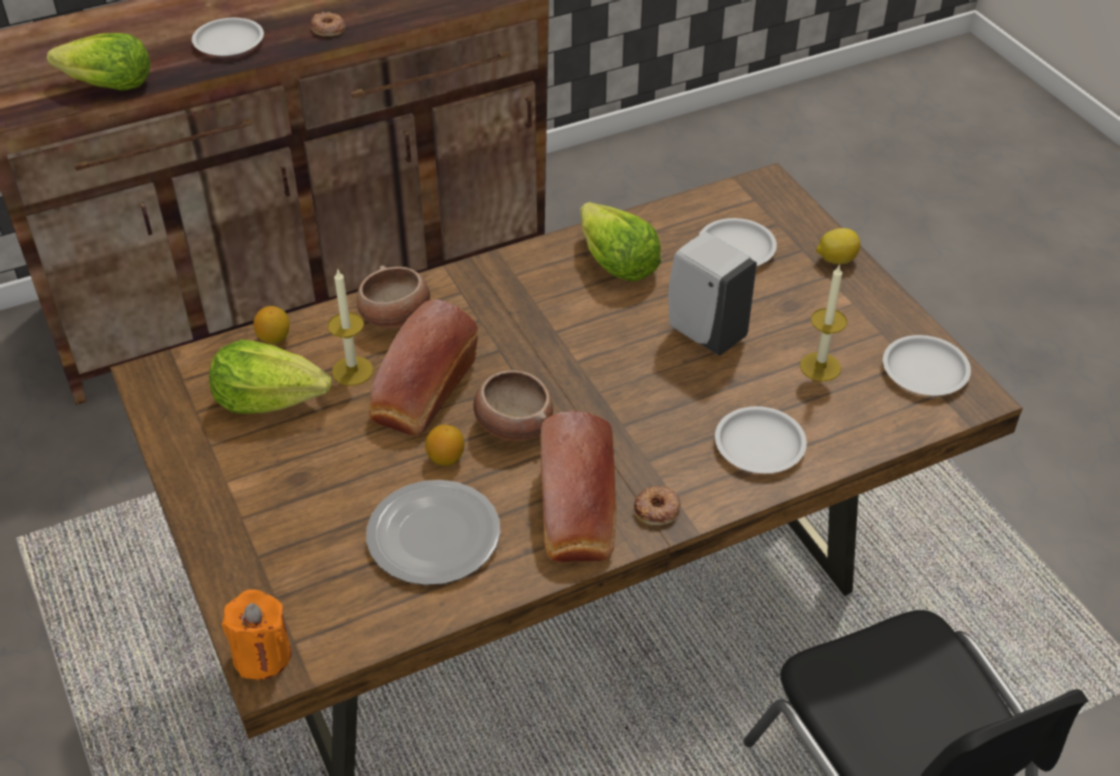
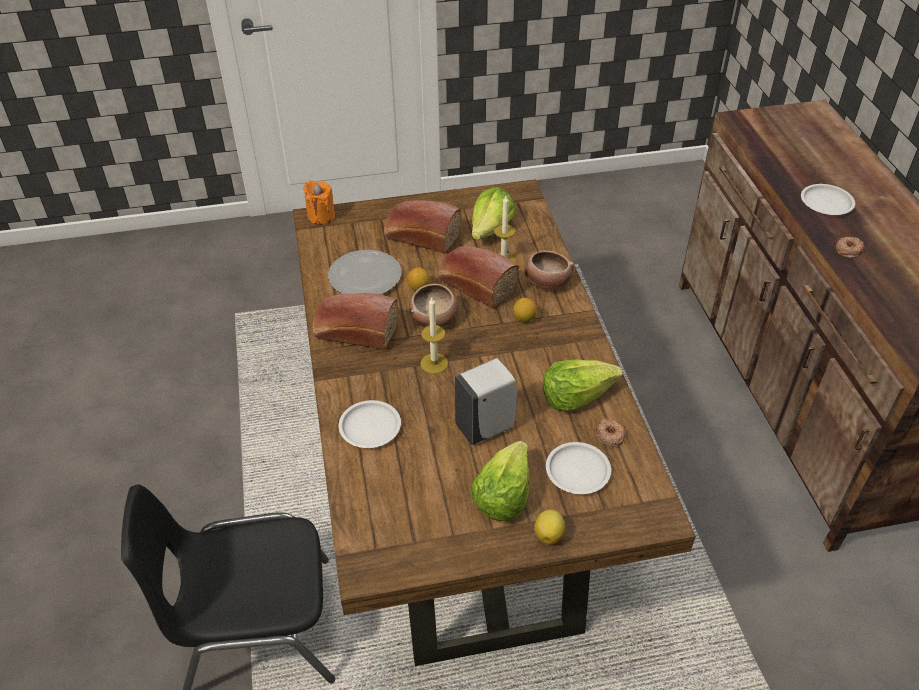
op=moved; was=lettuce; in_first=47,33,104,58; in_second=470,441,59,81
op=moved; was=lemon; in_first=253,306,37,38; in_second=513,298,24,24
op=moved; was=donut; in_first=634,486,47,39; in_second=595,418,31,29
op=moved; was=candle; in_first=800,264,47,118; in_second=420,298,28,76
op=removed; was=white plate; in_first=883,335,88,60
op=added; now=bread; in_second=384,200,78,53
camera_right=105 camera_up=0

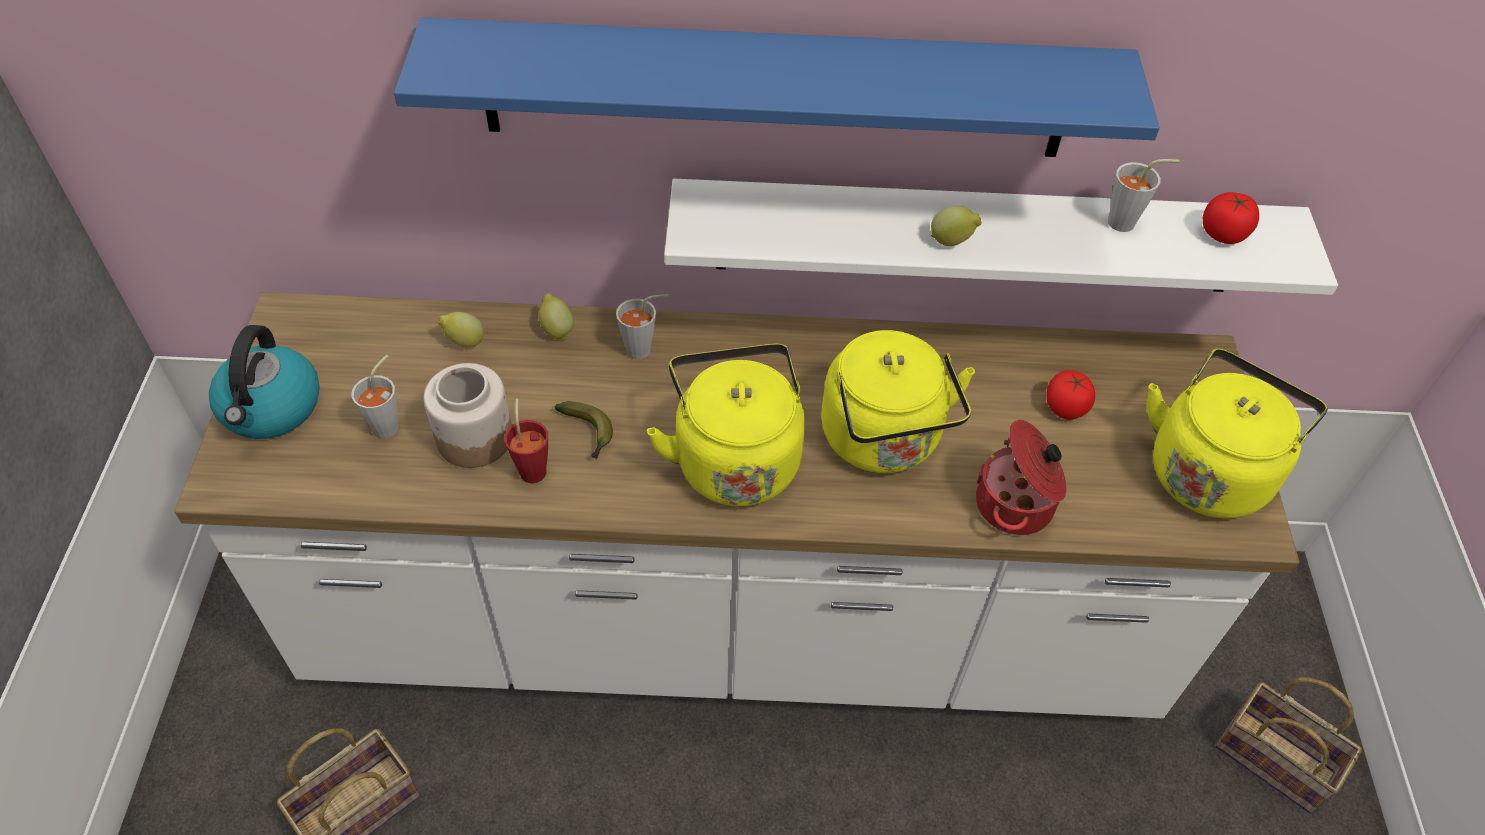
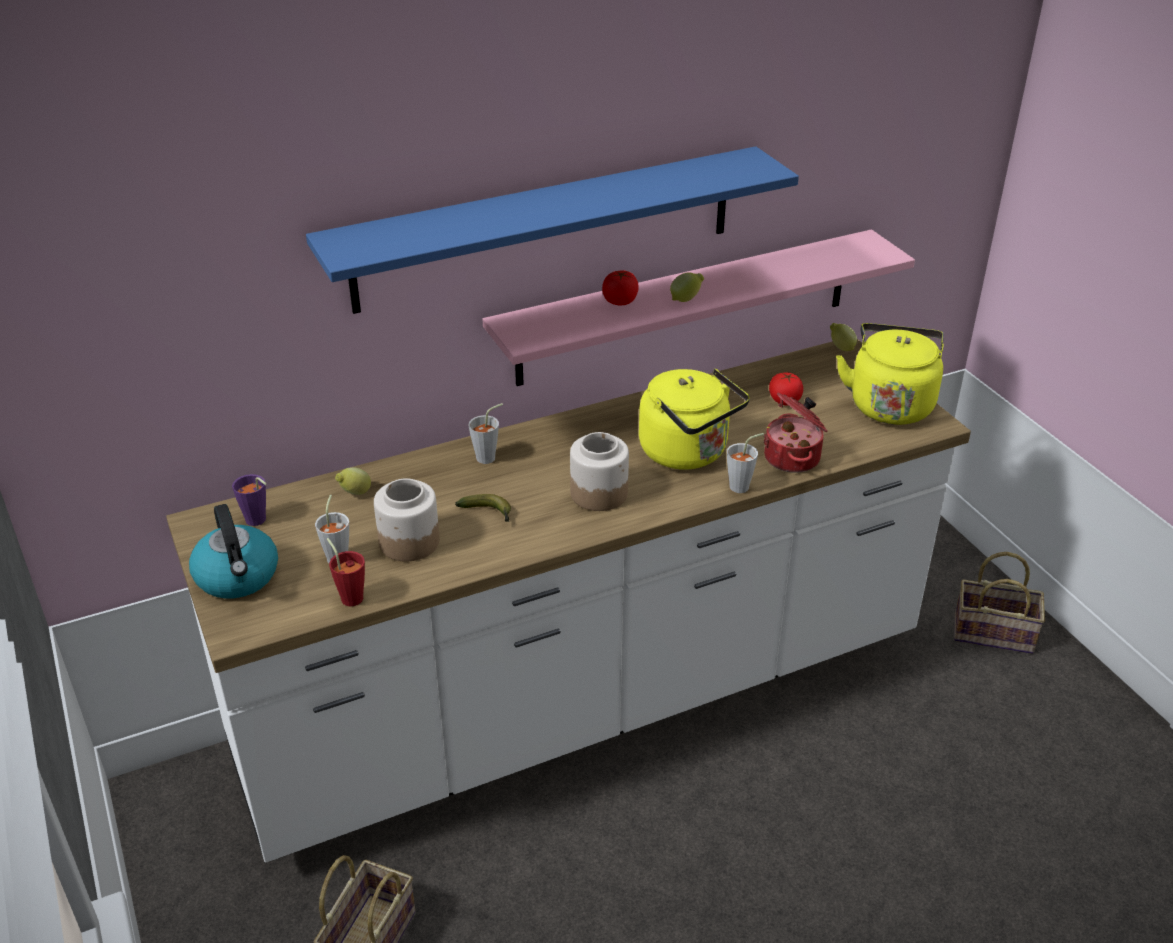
op=moved; was=red cup; in_first=505,398,43,85; in_second=327,538,38,68
op=moved; was=lemon; in_first=538,293,36,46; in_second=830,323,27,28
op=replaced; was=yellow kettle; now=jar; in_first=647,344,158,162; in_second=570,432,59,79
op=recoloured; was=white shelf; now=pink shelf; in_first=664,179,674,116; in_second=482,230,433,156
op=moved; was=grey cup; in_first=1108,159,71,73; in_second=727,433,37,60
op=moved; was=tomato; in_first=1203,192,56,52; in_second=602,270,37,35
op=added; now=purple cup; in_second=232,474,34,52
camera_right=-25 camera_up=-15

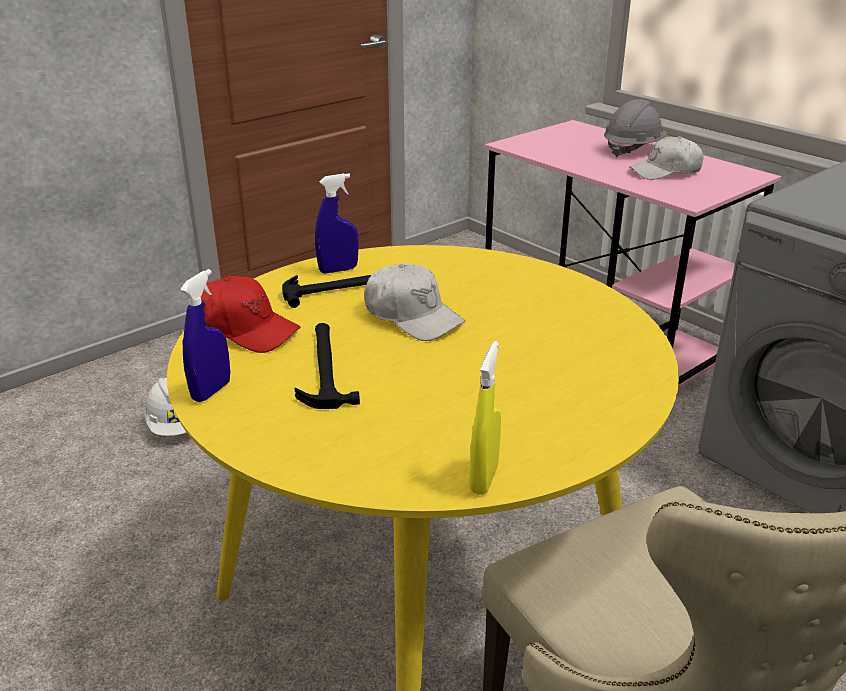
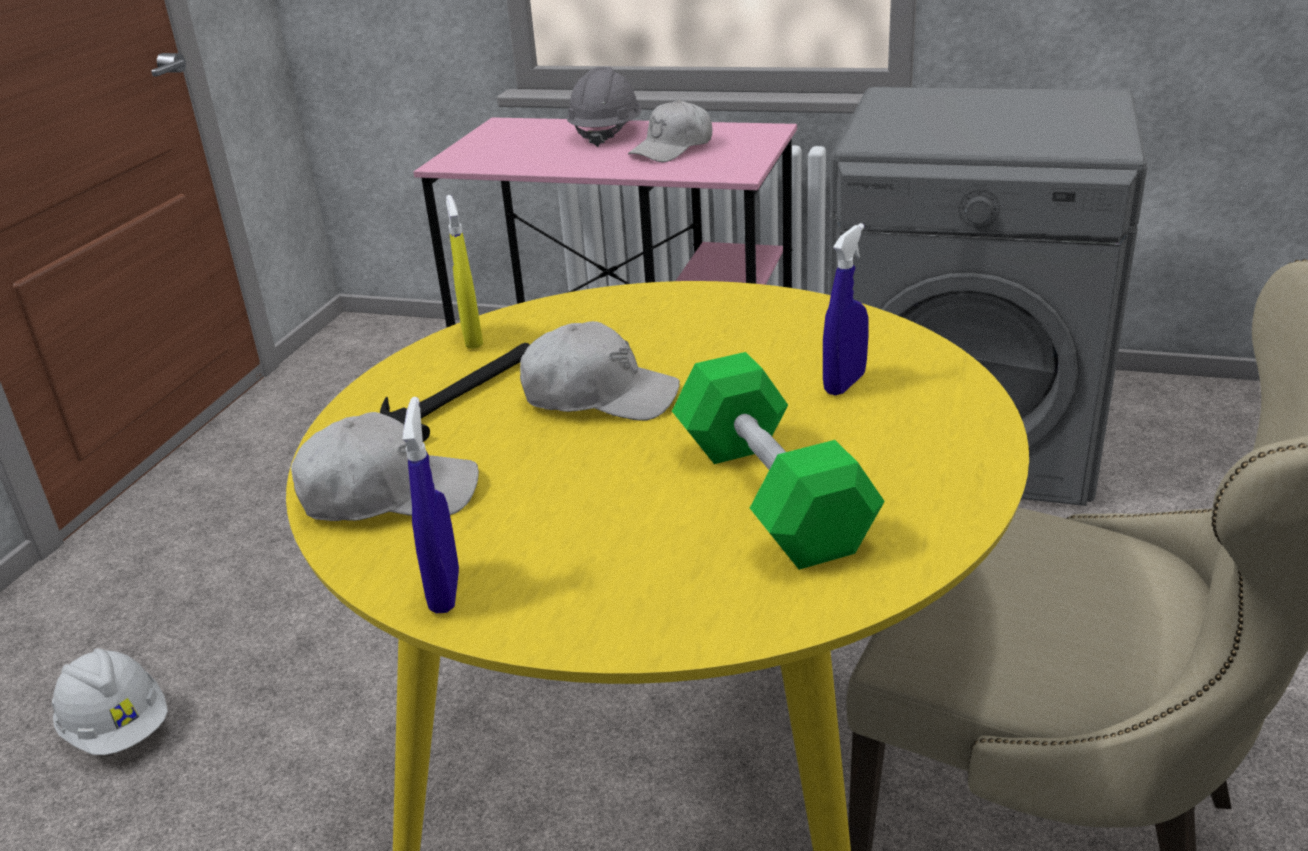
op=recoloured; was=red cap; now=white cap; in_first=201,276,100,77; in_second=291,412,188,109
op=removed; was=hammer; in_first=294,323,66,86
op=moved; was=blue spray bottle; in_first=315,173,43,101; in_second=823,223,46,173
op=moved; was=yellow spray bottle; in_first=469,341,32,154; in_second=446,195,37,154
op=added; now=green dumbbell; in_second=672,352,213,218
camera_right=-30 camera_up=0

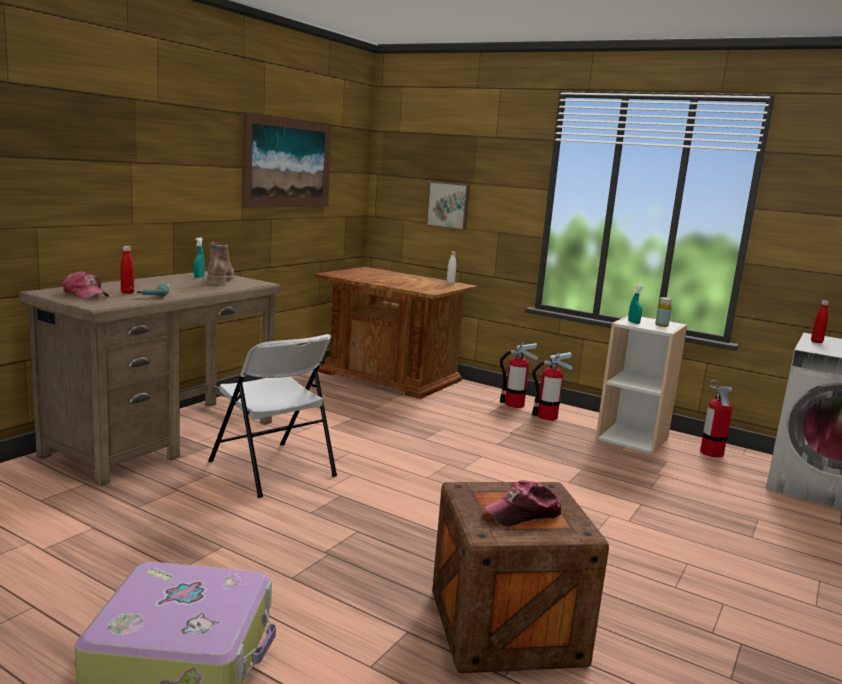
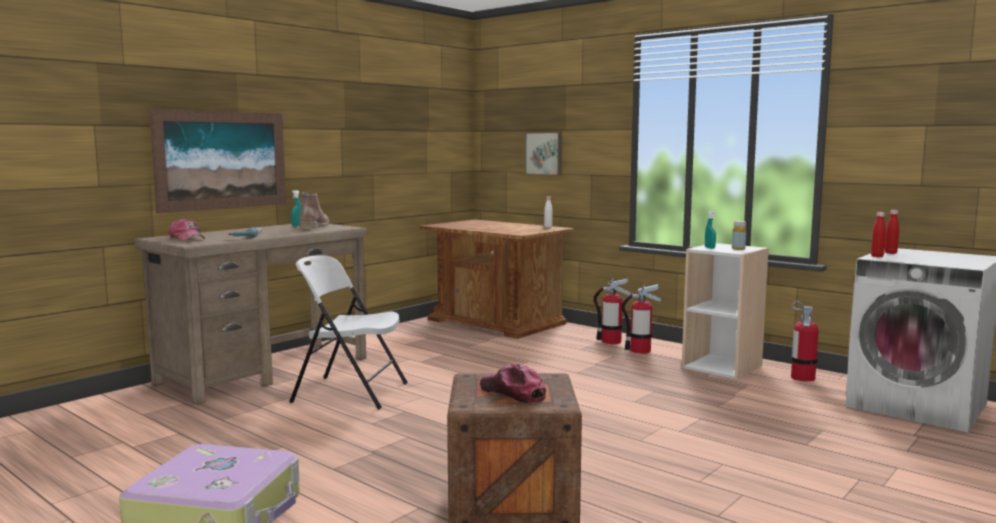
op=moved; was=red bottle; in_first=120,246,14,48; in_second=871,212,15,45
op=turned; was=white chair; in_first=208,334,129,164; in_second=290,255,118,155; clockwise=135
op=moved; was=picture; in_first=241,112,91,96; in_second=149,109,137,104
op=turned; was=cap; in_first=483,480,79,46; in_second=480,364,66,40; clockwise=60
camera_right=10 camera_up=-5

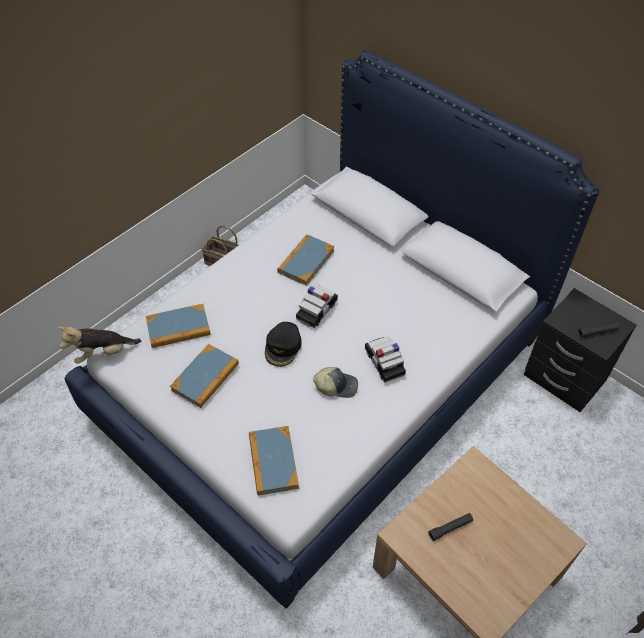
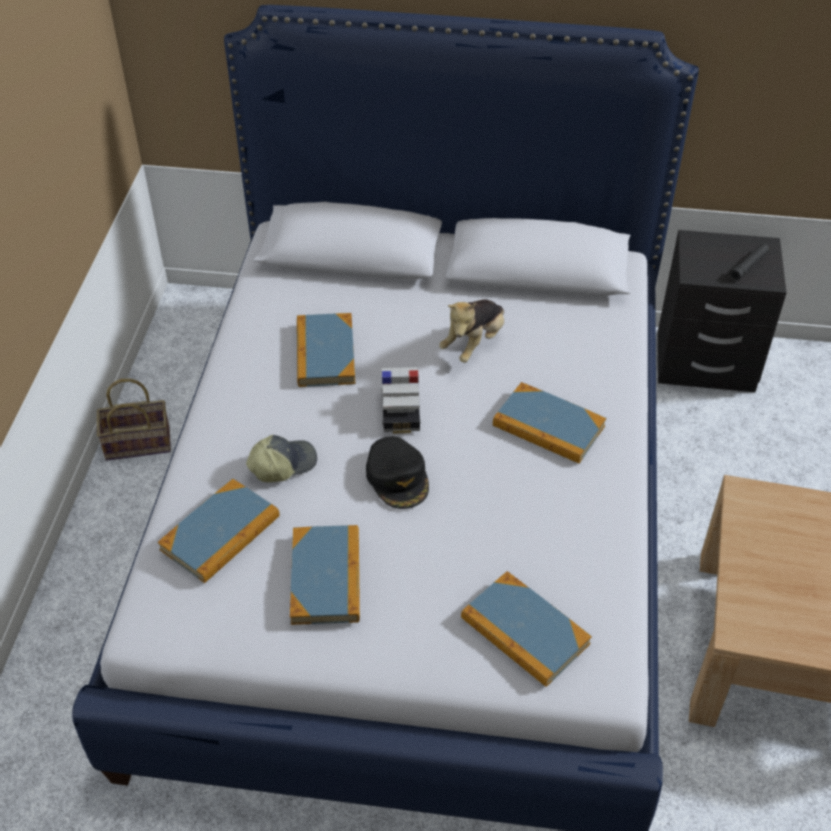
op=moved; was=plush toy; in_first=58,326,83,38; in_second=439,299,65,64
op=moved; was=cap; in_first=313,367,45,31; in_second=246,435,71,47
op=replaced; was=toy car; now=book; in_first=365,335,41,48; in_second=493,382,113,82
op=removed; was=black flashlight; in_first=428,513,45,28
camera_right=-35 camera_up=-5

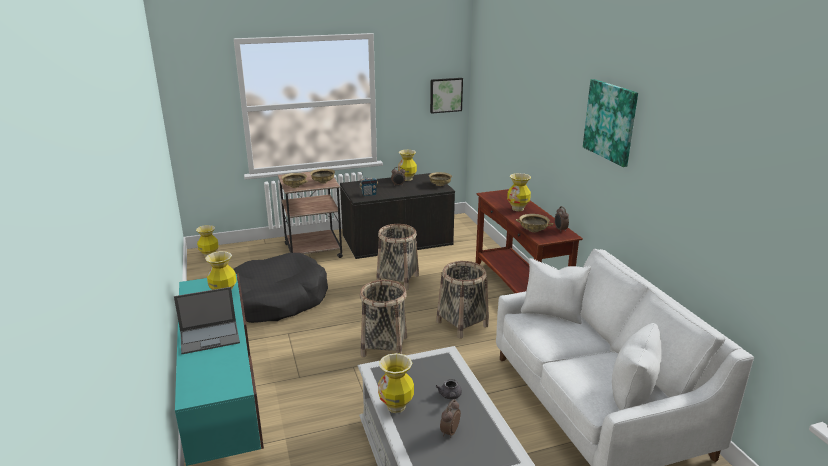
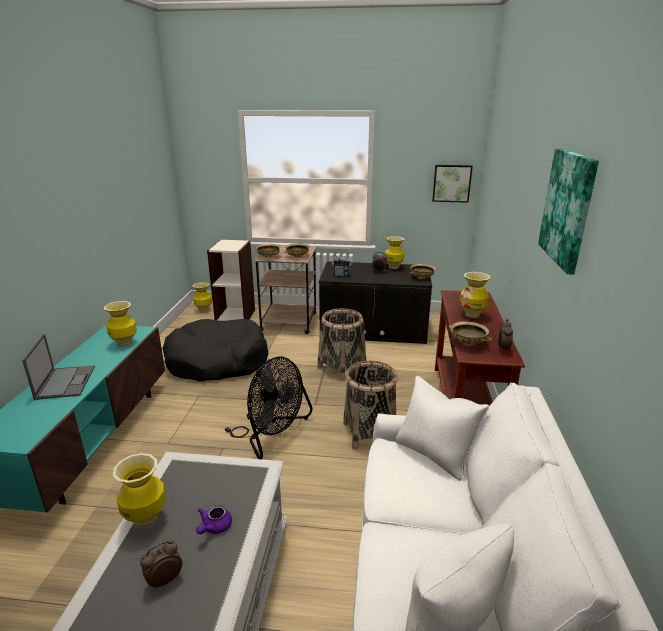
op=turned; was=laptop; in_first=174,287,66,67; in_second=22,334,73,66; clockwise=-105
op=replaced; was=basket; now=black fan; in_first=360,280,47,77; in_second=225,356,87,103
op=recoloured; was=grey teapot; now=purple teapot; in_first=436,379,26,20; in_second=196,505,36,29
op=added; now=bookcase; in_second=207,239,48,82
camera_right=25 camera_up=0

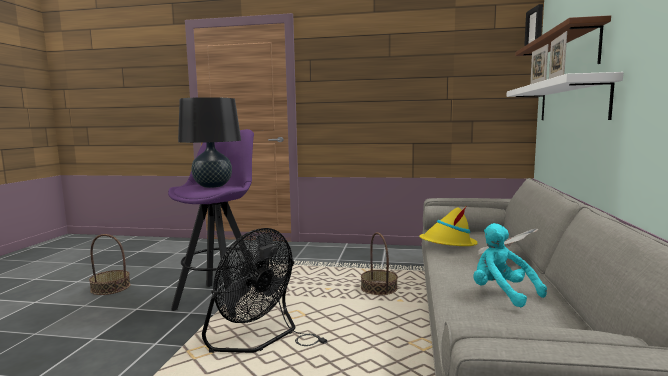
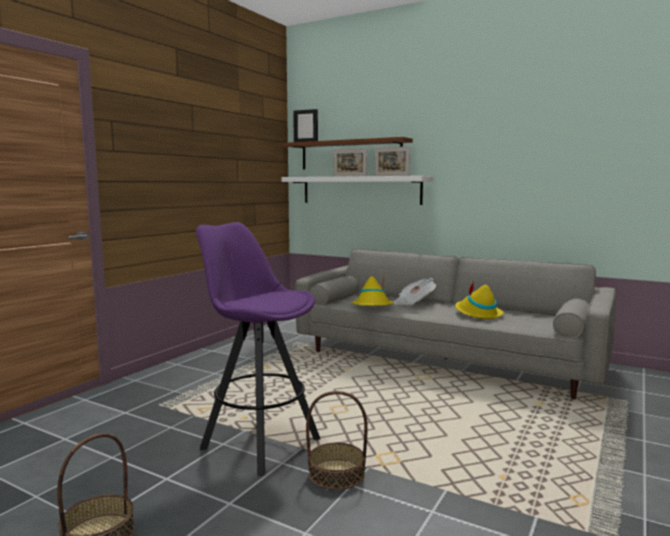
op=removed; was=black table lamp; in_first=178,97,63,91
op=removed; was=black fan; in_first=202,228,125,125
op=moved; was=basket; in_first=361,232,37,63; in_second=306,391,62,99
op=replaced; was=turquoise plush toy; now=yellow hat; in_first=473,223,74,84; in_second=455,281,49,38
camera_right=-70 camera_up=0

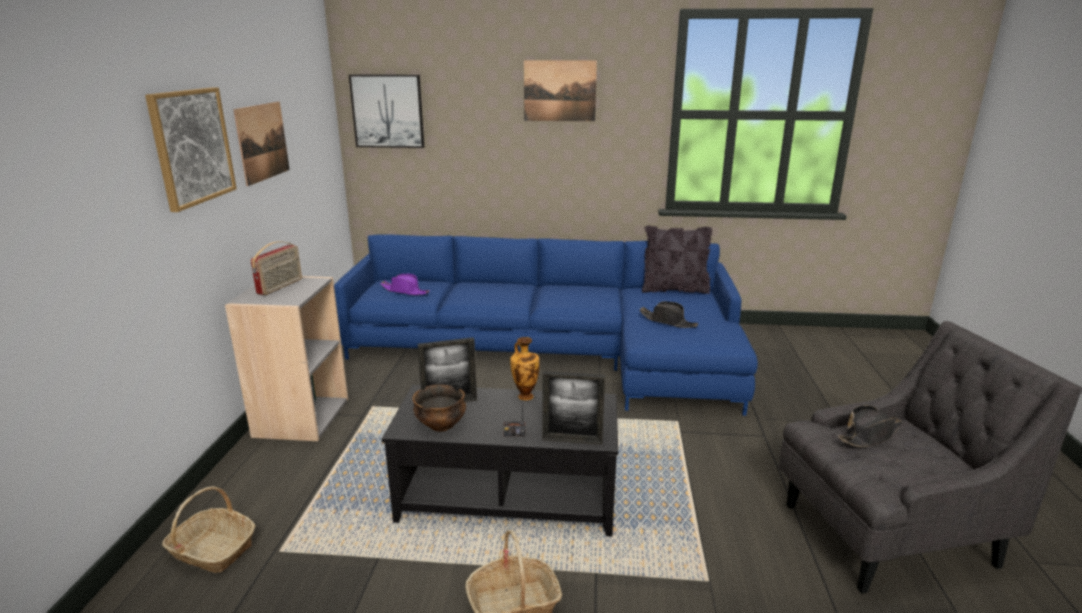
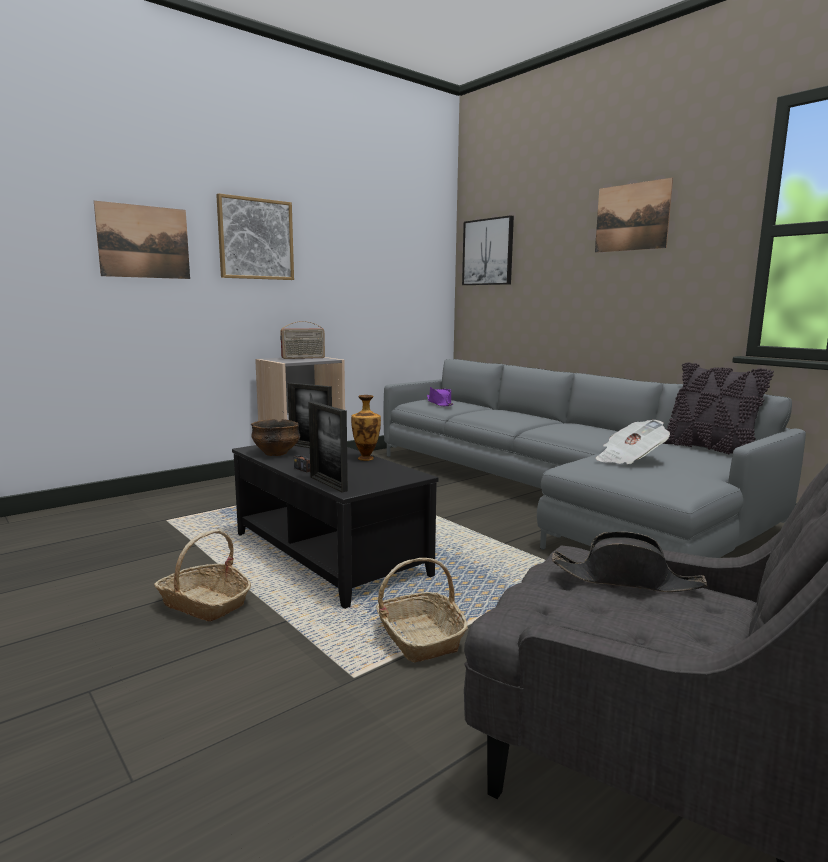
op=moved; was=basket; in_first=162,486,94,87; in_second=376,558,92,105
op=moved; was=picture; in_first=233,102,57,84; in_second=94,201,96,78
op=recoloured; was=blue sofa; now=grey sofa; in_first=334,234,424,182; in_second=383,359,423,199
op=replaced; was=black hat; now=newspaper; in_first=639,301,59,27; in_second=596,420,74,44
camera_right=45 camera_up=-10

